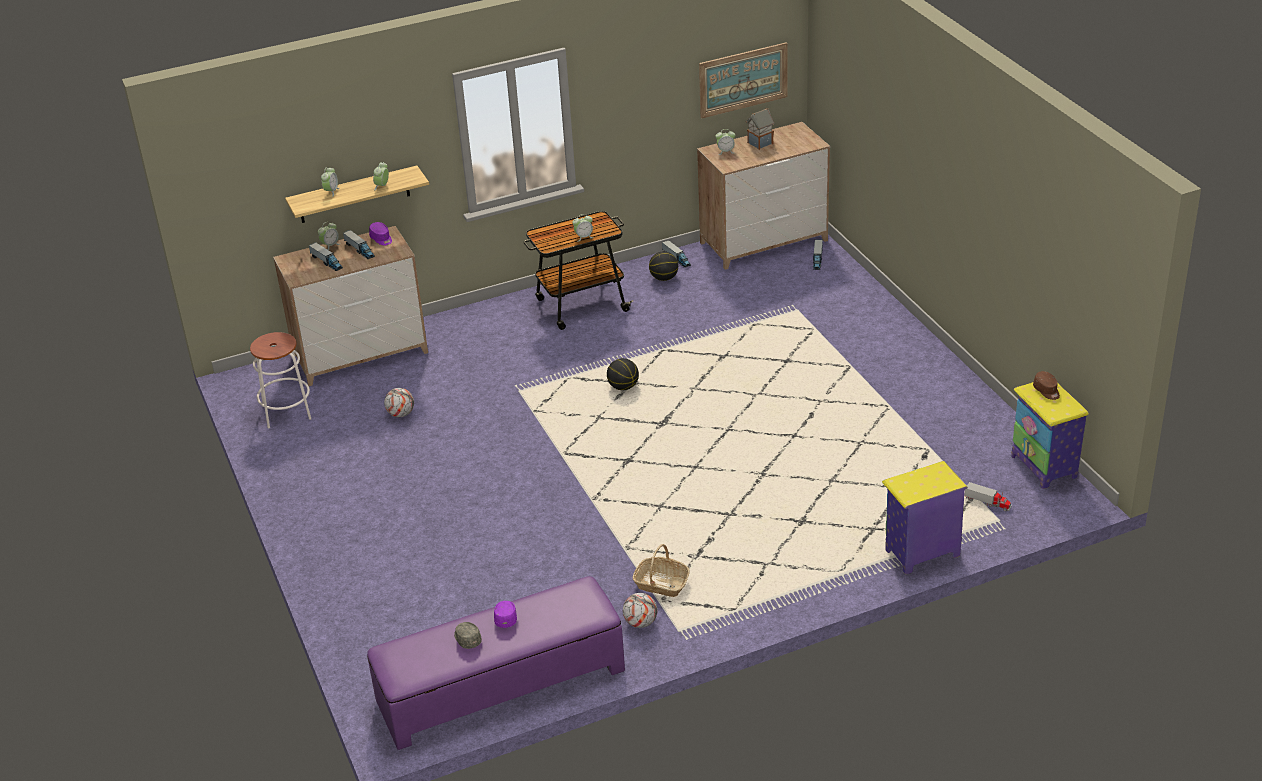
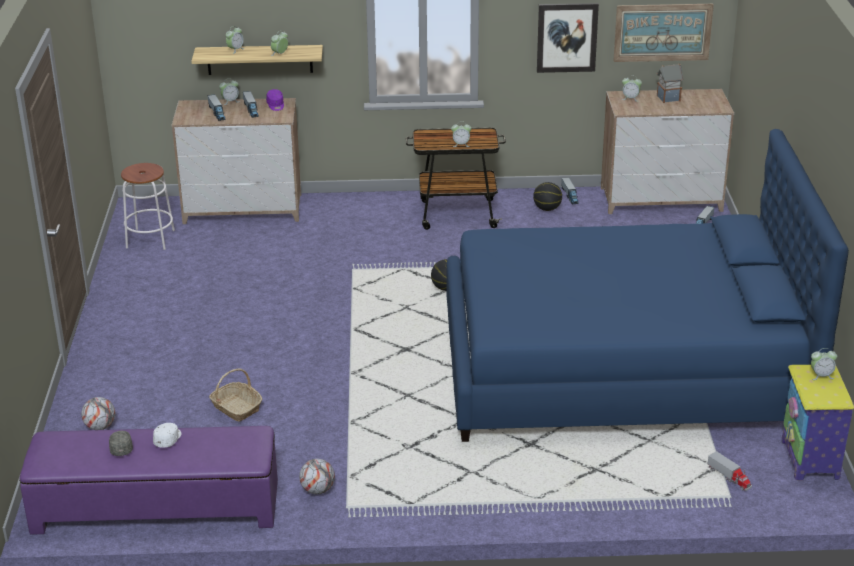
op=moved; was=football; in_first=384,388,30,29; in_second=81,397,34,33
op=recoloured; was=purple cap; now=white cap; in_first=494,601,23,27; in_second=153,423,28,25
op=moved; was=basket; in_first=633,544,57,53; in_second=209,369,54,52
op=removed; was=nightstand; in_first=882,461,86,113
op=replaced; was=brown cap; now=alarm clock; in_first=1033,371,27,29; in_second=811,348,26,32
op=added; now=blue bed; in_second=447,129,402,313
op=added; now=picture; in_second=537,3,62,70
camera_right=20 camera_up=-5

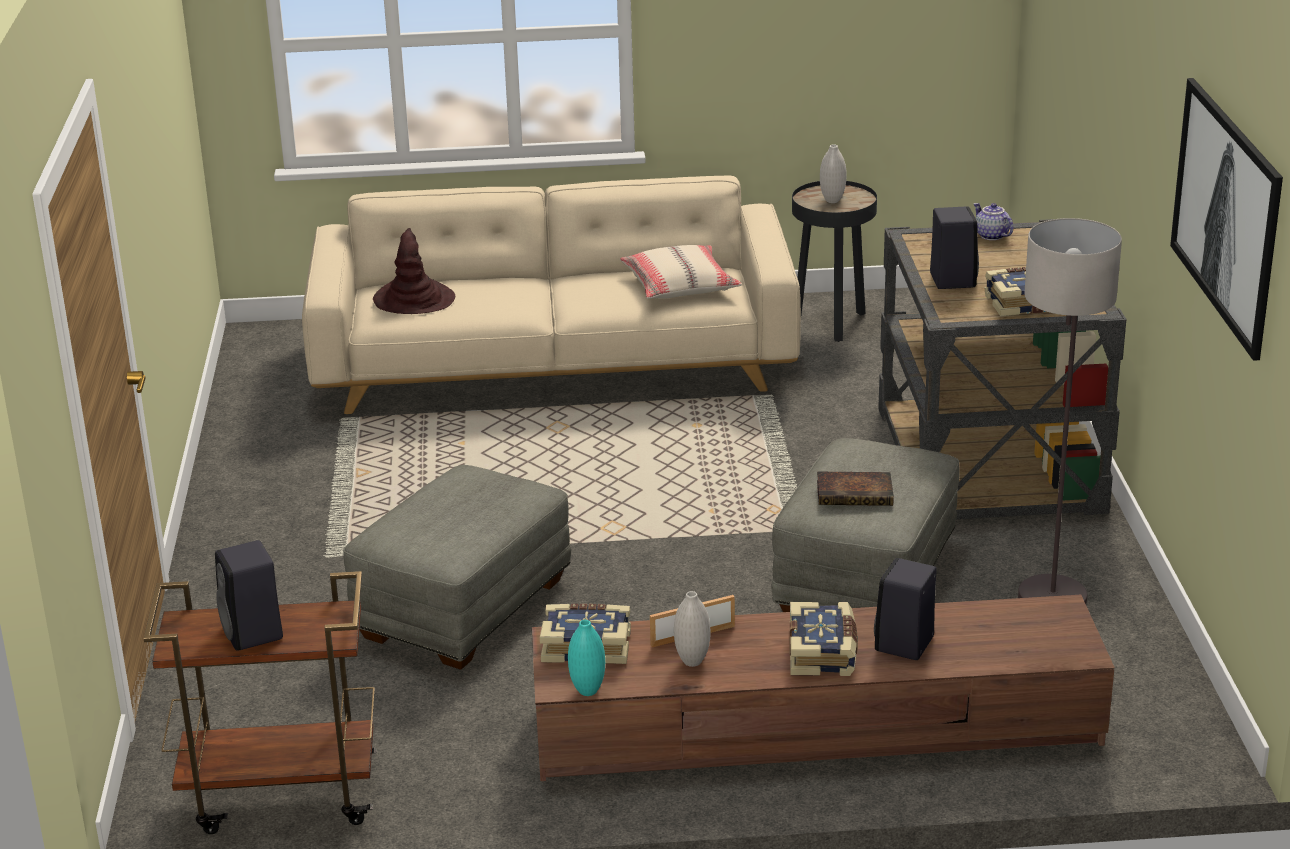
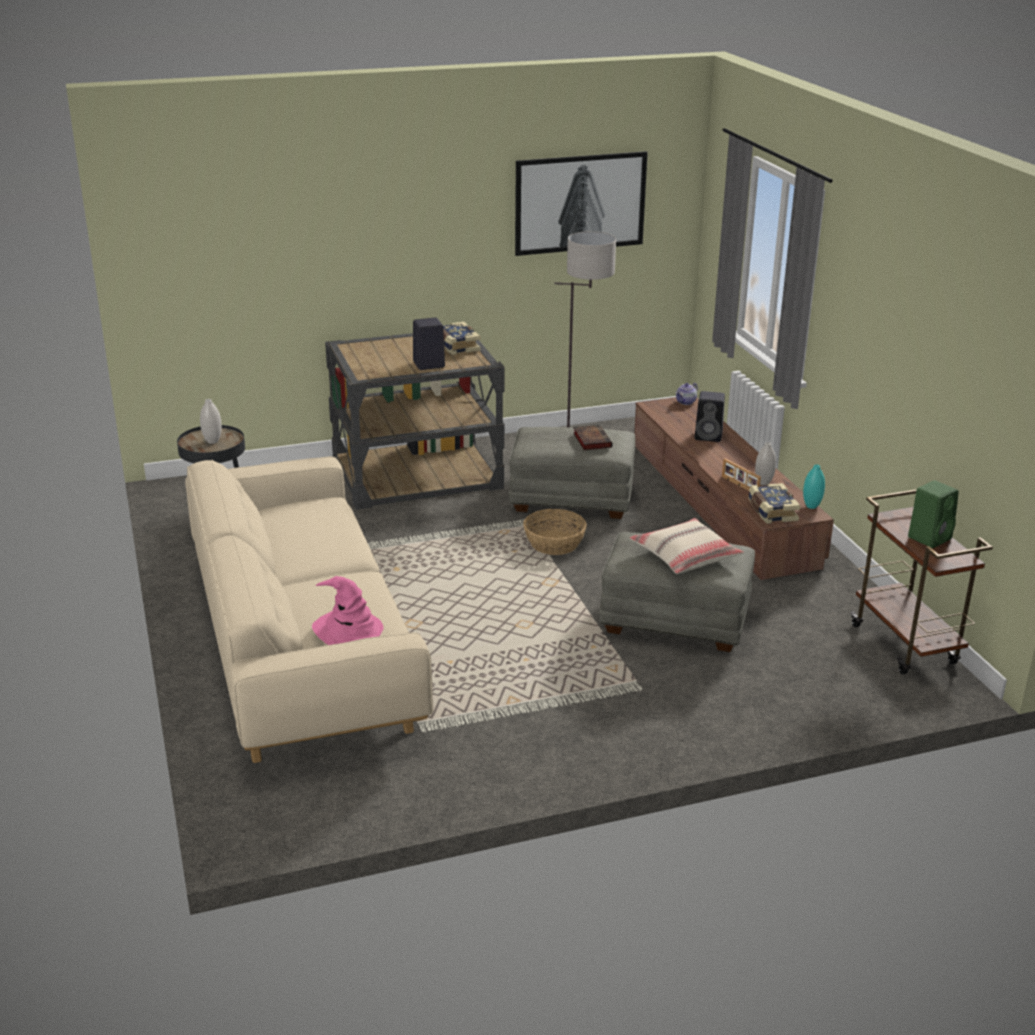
op=recoloured; was=black speaker; now=green speaker; in_first=215,540,68,111; in_second=908,480,50,68
op=recoloured; was=brown hat; now=pink hat; in_first=373,228,82,86; in_second=312,576,72,69
op=moved; was=beige pillow; in_first=620,245,122,54; in_second=630,518,114,56
op=removed; was=book; in_first=789,602,69,74
op=moved; was=teapot; in_first=974,203,39,37; in_second=676,383,22,22
op=added; now=basket; in_second=523,509,64,46
camera_right=-105 camera_up=0

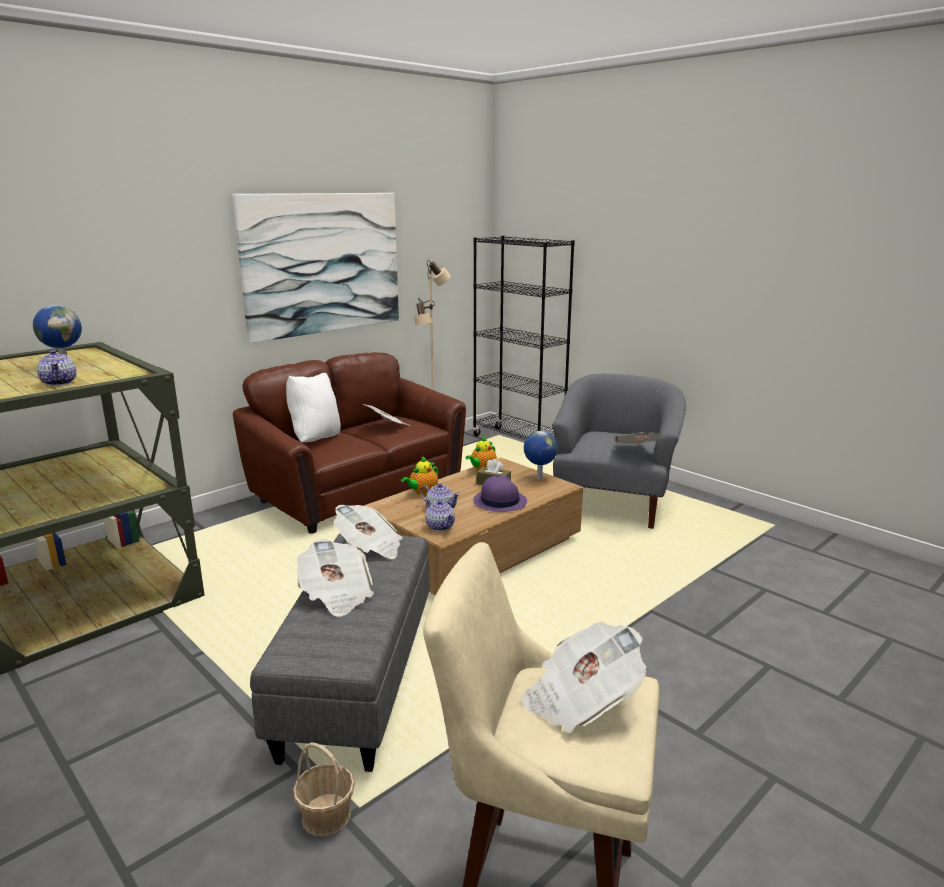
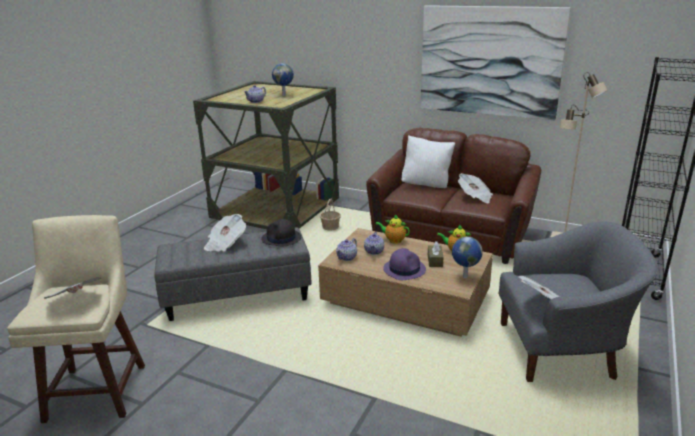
op=moved; was=basket; in_first=293,743,62,93; in_second=320,199,21,32
op=replaced; was=newspaper; now=black hat; in_first=334,505,68,54; in_second=261,219,40,27
camera_right=70 camera_up=5

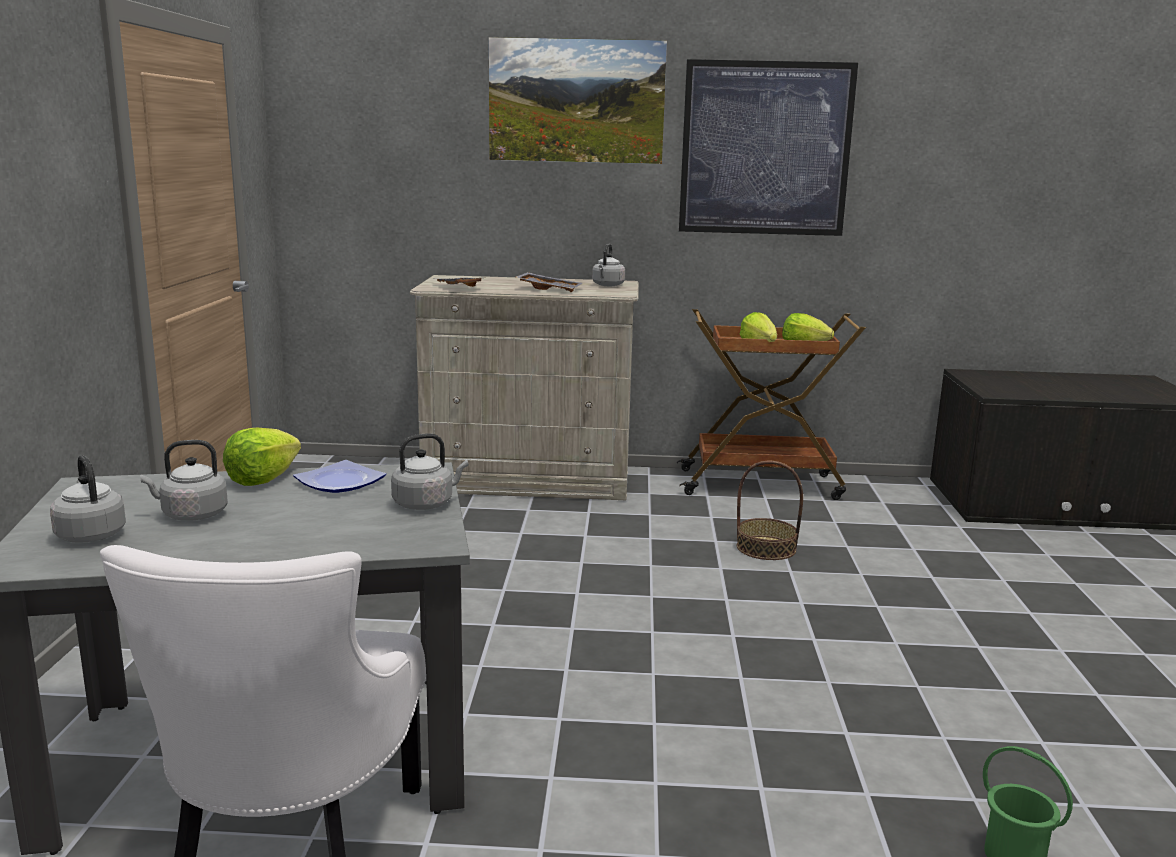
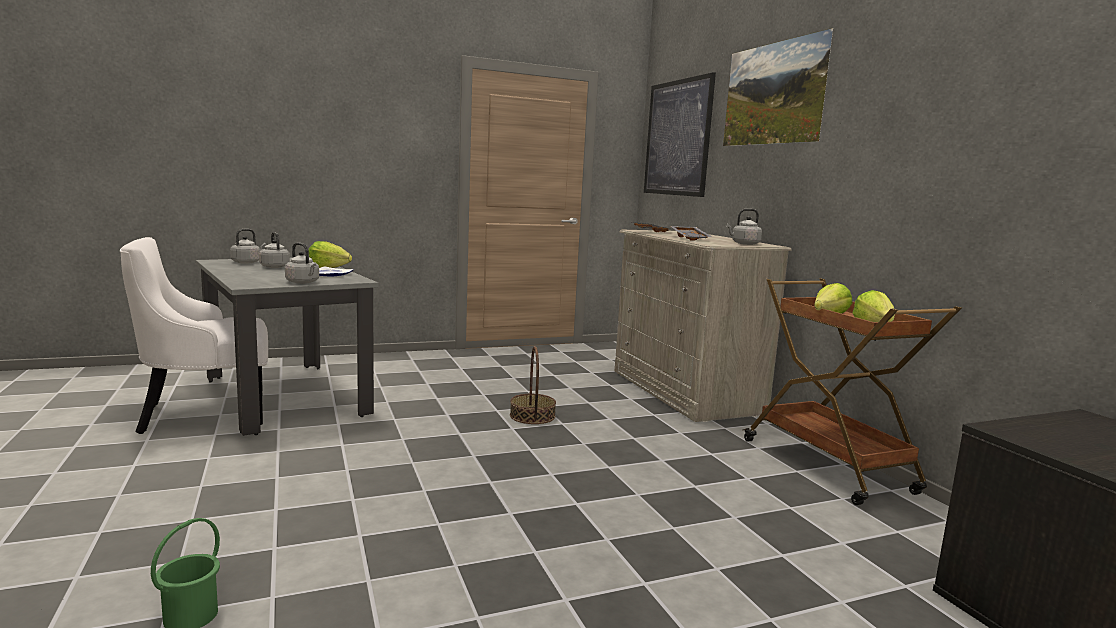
op=moved; was=picture; in_first=679,59,179,177; in_second=644,72,72,125
op=moved; was=basket; in_first=737,461,66,99; in_second=510,346,46,78
camera_right=65 camera_up=-5

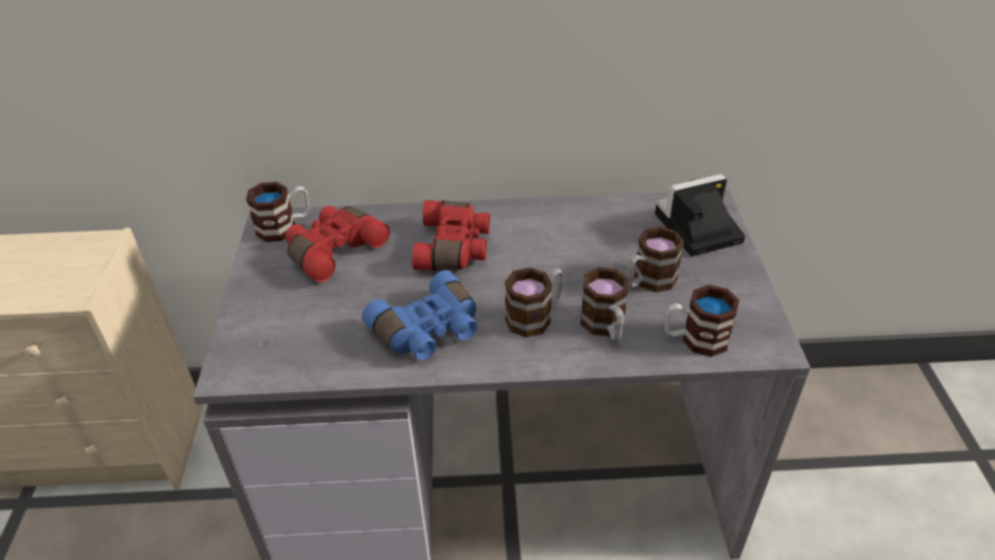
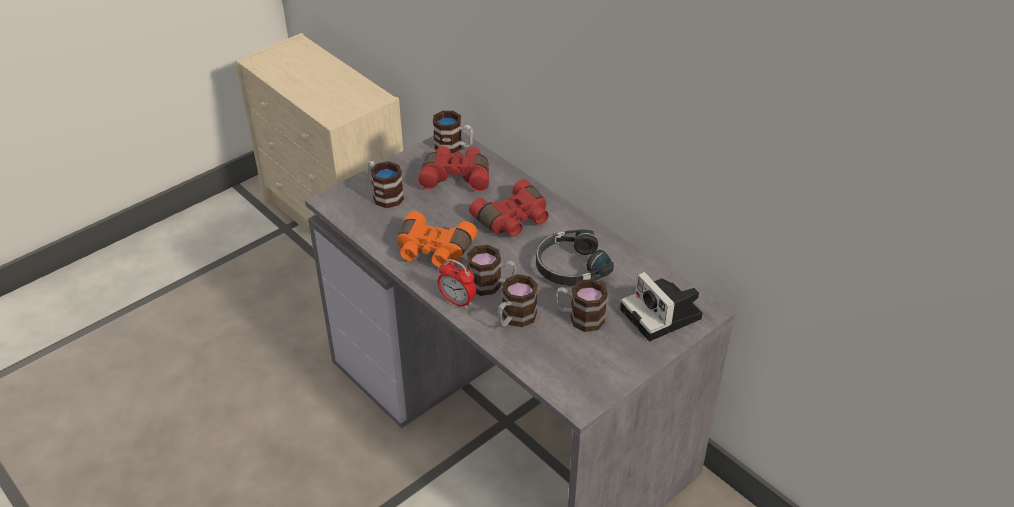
op=recoloured; was=blue binoculars; now=orange binoculars; in_first=362,270,116,90; in_second=397,211,80,56
op=turned; was=photo camera; in_first=655,174,90,83; in_second=620,272,83,69; clockwise=-150
op=moved; was=mug; in_first=665,285,74,72; in_second=368,161,36,47
op=added; now=alarm clock; in_second=438,259,38,50
op=added; now=black headphones; in_second=536,229,78,57
camera_right=50 camera_up=0

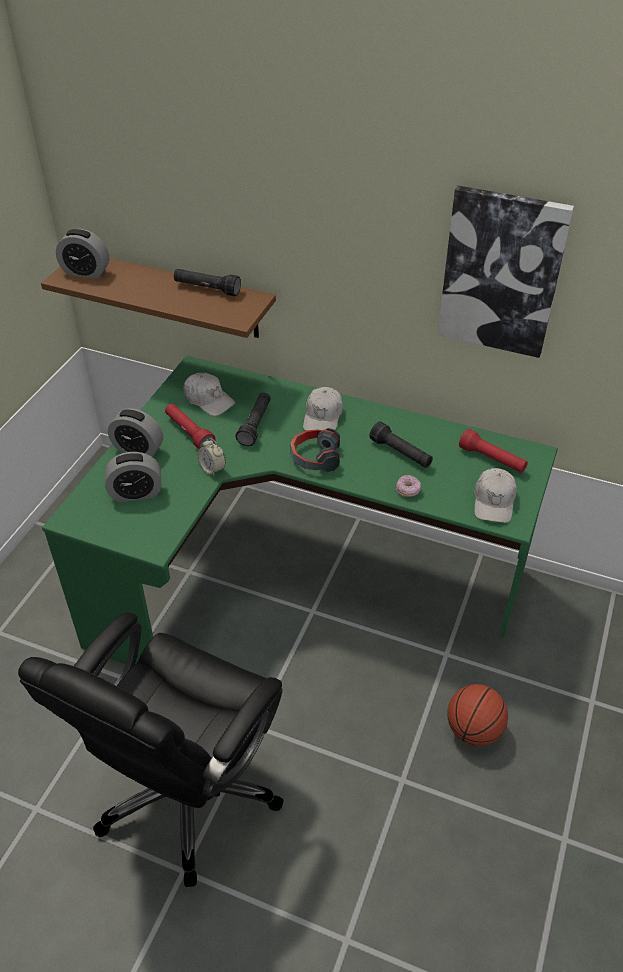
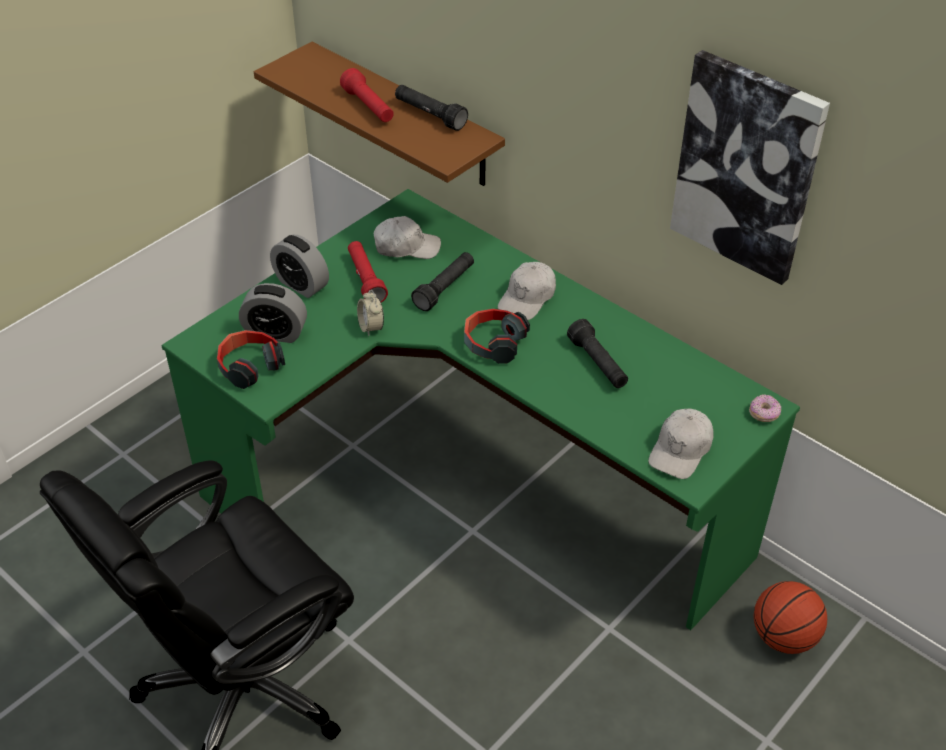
op=removed; was=alarm clock; in_first=56,229,53,50
op=turned; was=white cap; in_first=183,373,52,43; in_second=374,216,67,43; clockwise=-60
op=moved; was=donut; in_first=396,475,25,22; in_second=749,394,32,28
op=moved; was=basketball; in_first=447,684,61,62; in_second=754,581,73,73
op=moved; was=red flashlight; in_first=459,429,69,44; in_second=340,68,54,54
op=added; now=headphones; in_second=217,330,68,59
camera_right=20 camera_up=0

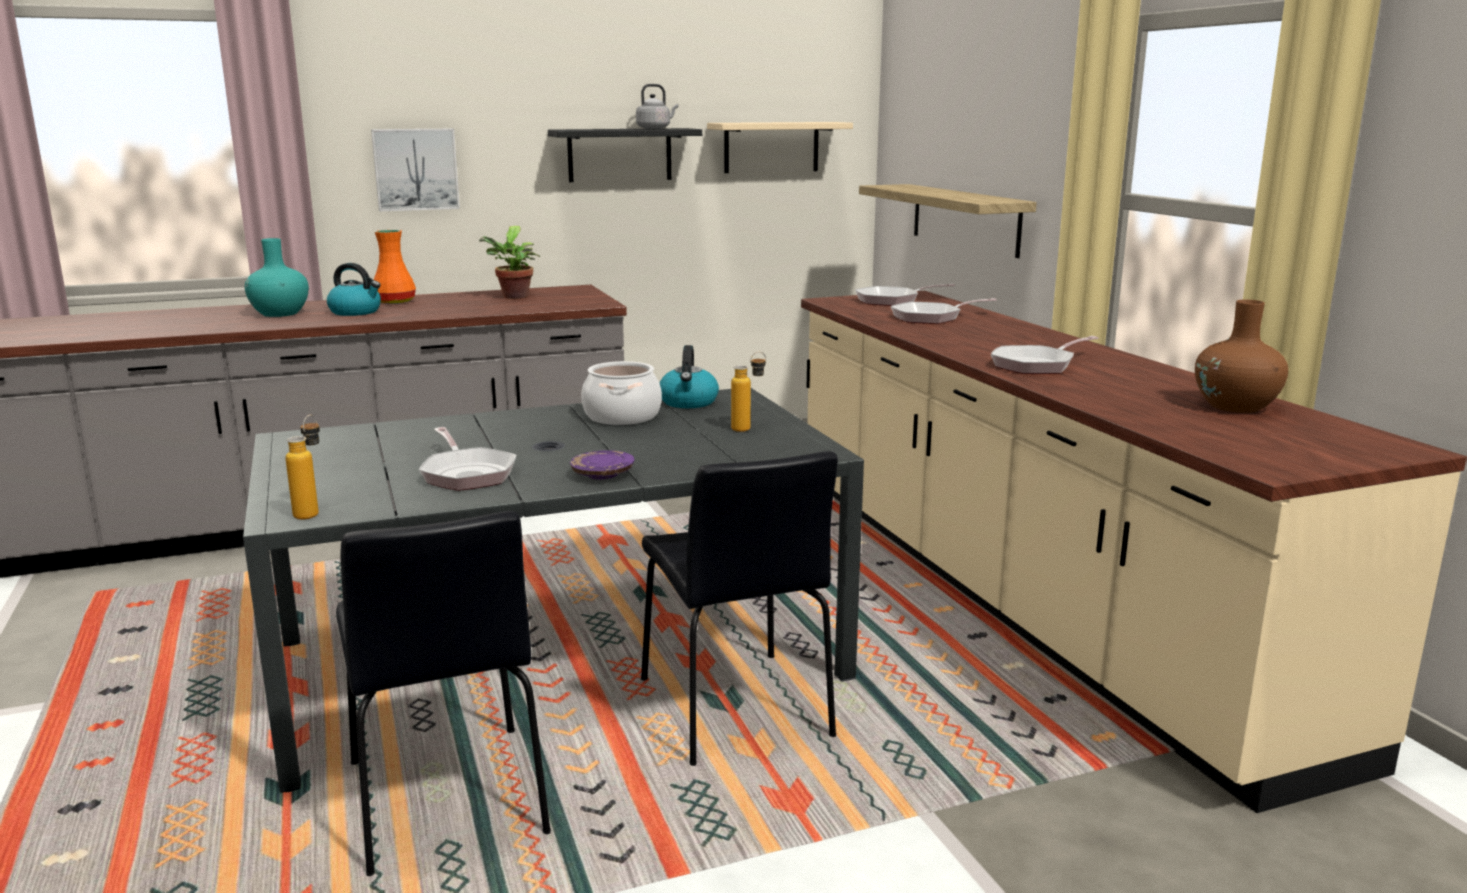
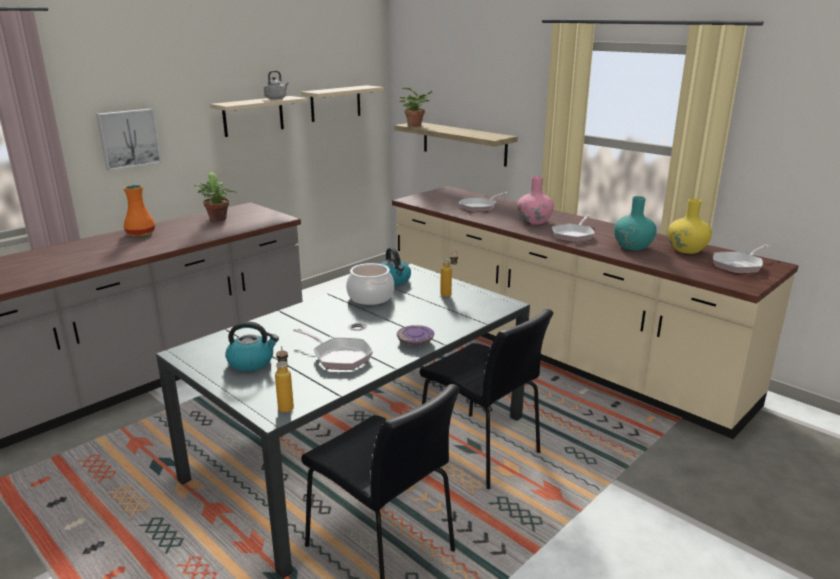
op=moved; was=turquoise vase; in_first=245,238,64,79; in_second=614,196,43,54
op=moved; was=kettle; in_first=327,263,54,53; in_second=225,321,54,50
op=recoloured; was=black shelf; now=beige shelf; in_first=548,128,154,54; in_second=210,96,98,41
op=moved; was=frying pan; in_first=855,284,100,22; in_second=713,244,58,30
op=recoloured; was=brown vase; now=yellow vase; in_first=1195,299,93,114; in_second=668,199,44,55
op=added; now=potted plant; in_second=399,88,36,39
op=added; now=pink vase; in_second=517,176,37,49
camera_right=-25 camera_up=5

